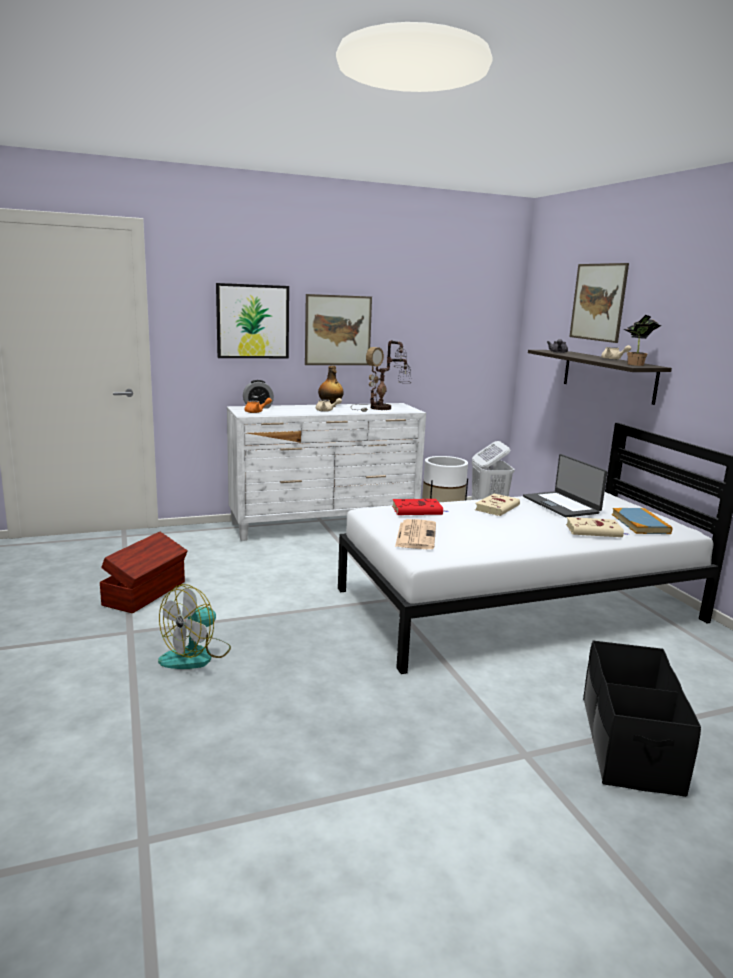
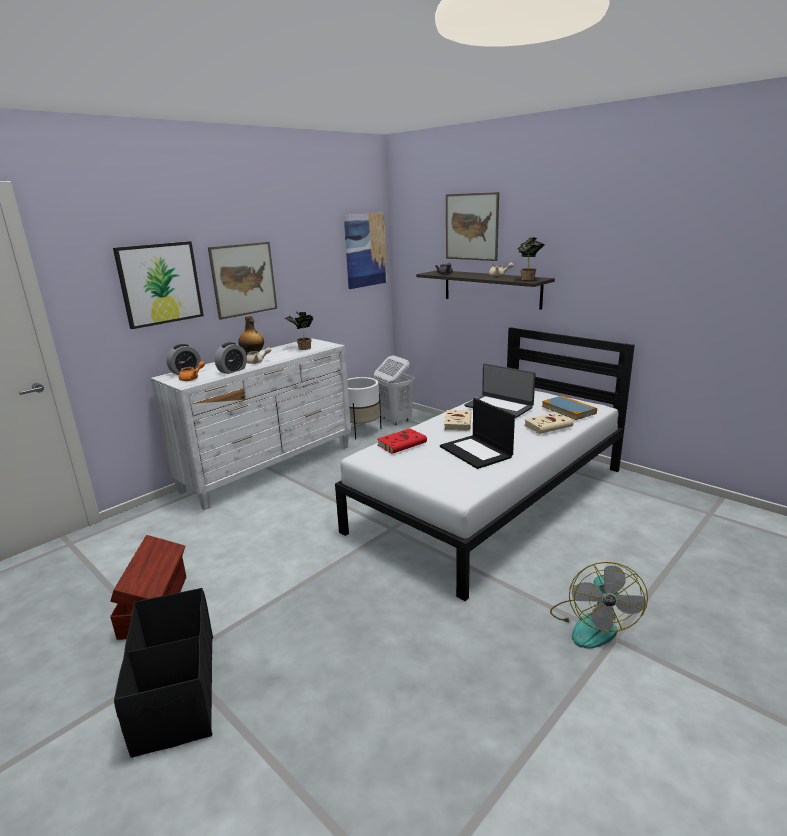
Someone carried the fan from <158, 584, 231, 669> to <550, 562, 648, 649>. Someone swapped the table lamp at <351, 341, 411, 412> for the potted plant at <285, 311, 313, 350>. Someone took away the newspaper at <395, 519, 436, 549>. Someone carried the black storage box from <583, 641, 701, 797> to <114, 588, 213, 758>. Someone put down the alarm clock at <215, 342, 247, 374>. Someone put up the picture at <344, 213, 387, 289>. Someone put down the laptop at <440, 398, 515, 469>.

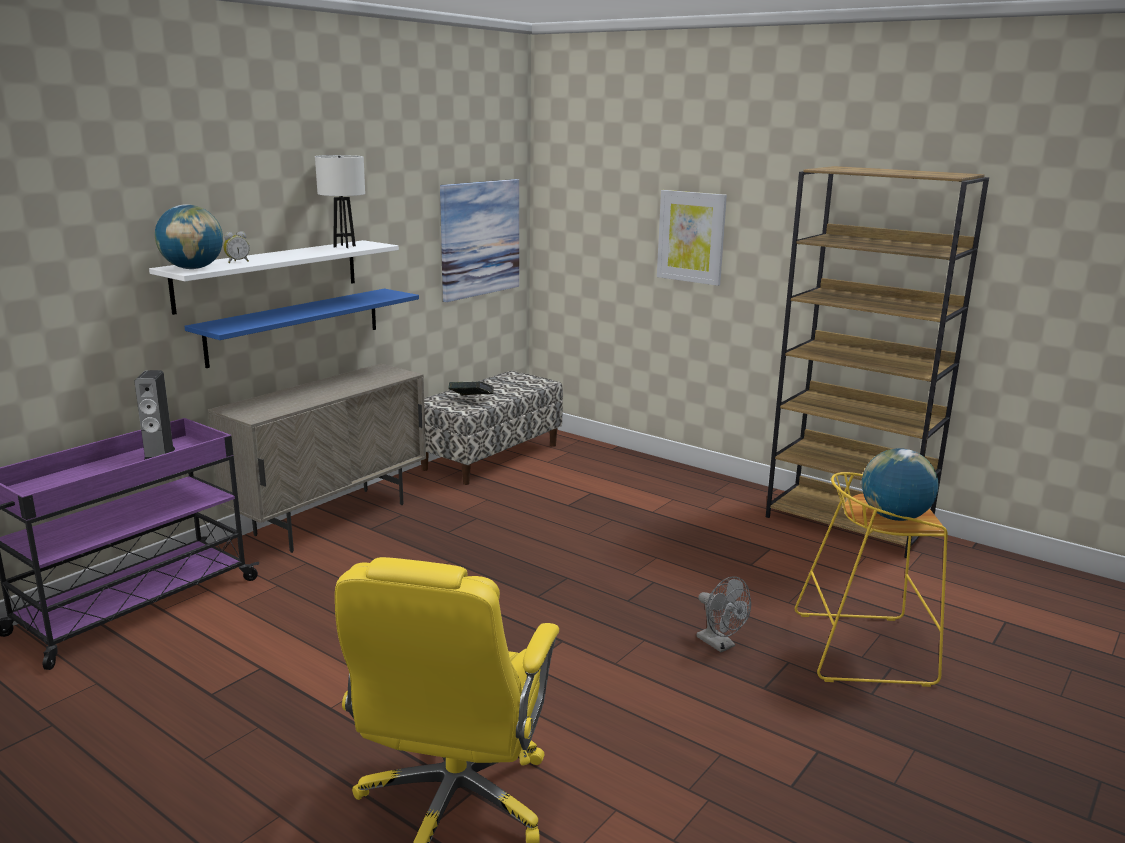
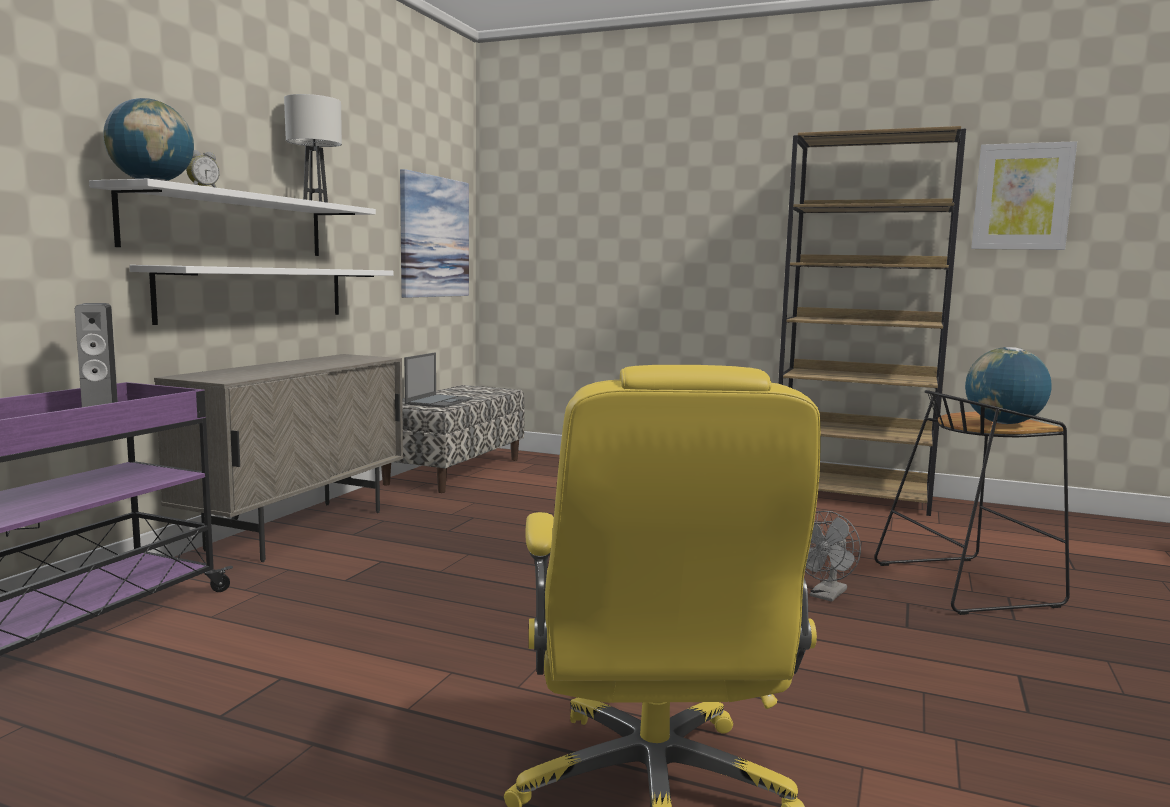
Someone repainted the blue shelf at <185, 288, 419, 368>, which became the white shelf at <129, 265, 394, 325>. Someone swapped the book at <448, 381, 494, 395> for the laptop at <404, 352, 473, 408>. Someone carried the picture from <657, 190, 727, 286> to <971, 141, 1077, 250>. Someone rotated the grey fan at <697, 577, 751, 652> by 90 degrees clockwise. Someone repainted the yellow stool at <795, 472, 948, 687>, which became the black stool at <874, 390, 1070, 615>.

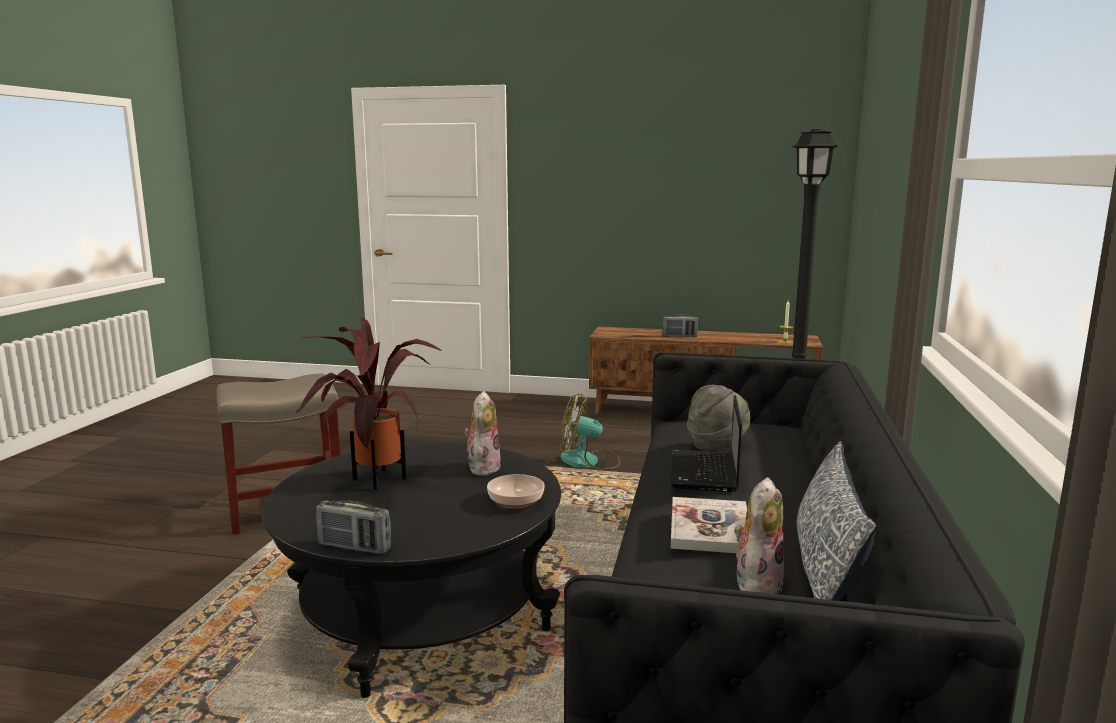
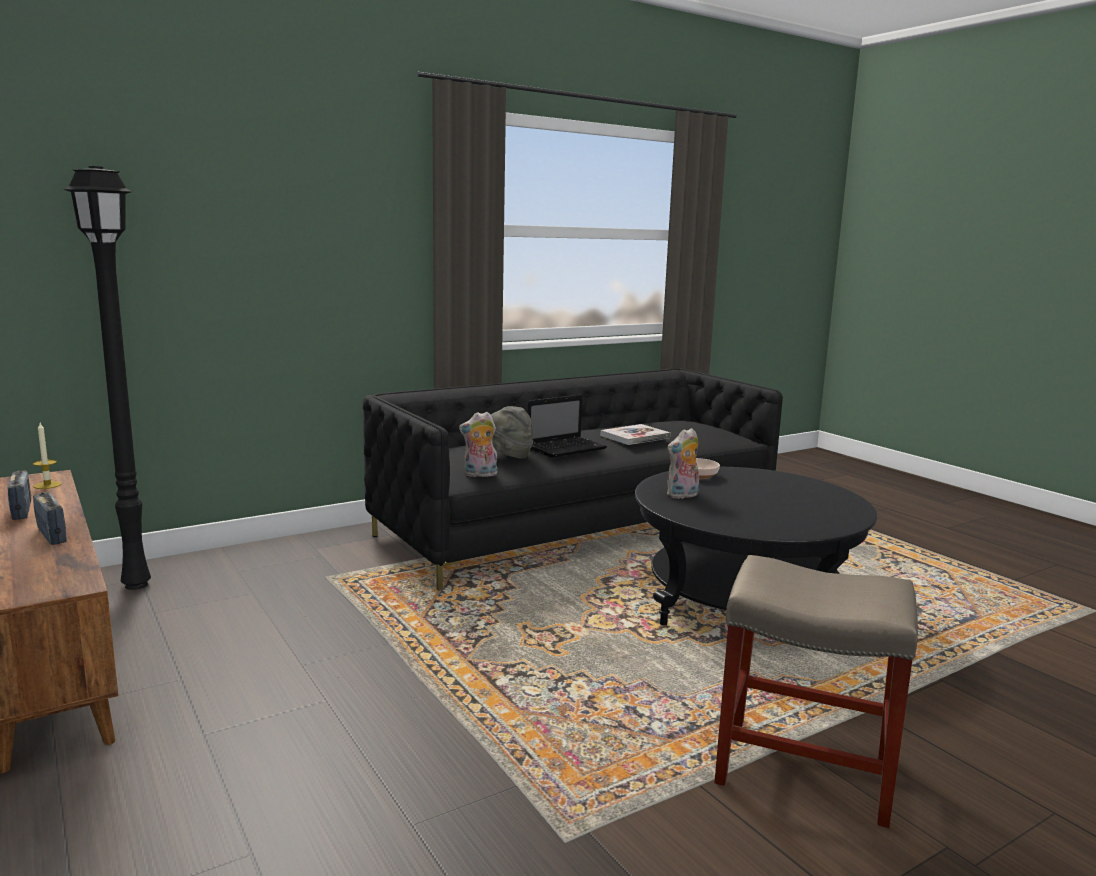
Someone took away the potted plant at <295, 317, 442, 490>. Someone carried the radio from <316, 500, 391, 554> to <8, 471, 31, 520>. Someone took away the fan at <558, 393, 620, 470>. Someone carried the plush toy from <734, 477, 784, 594> to <459, 412, 498, 477>. Someone took away the pillow at <797, 441, 877, 601>.

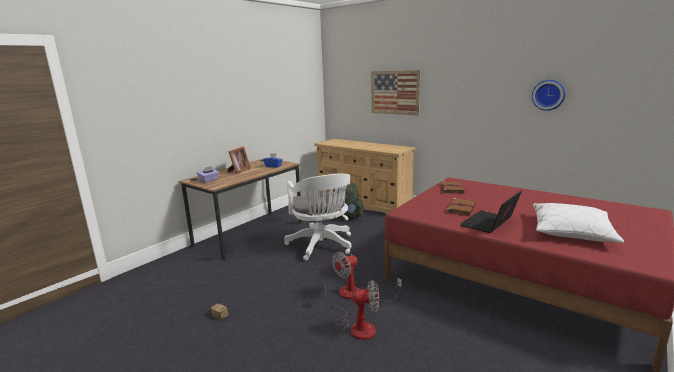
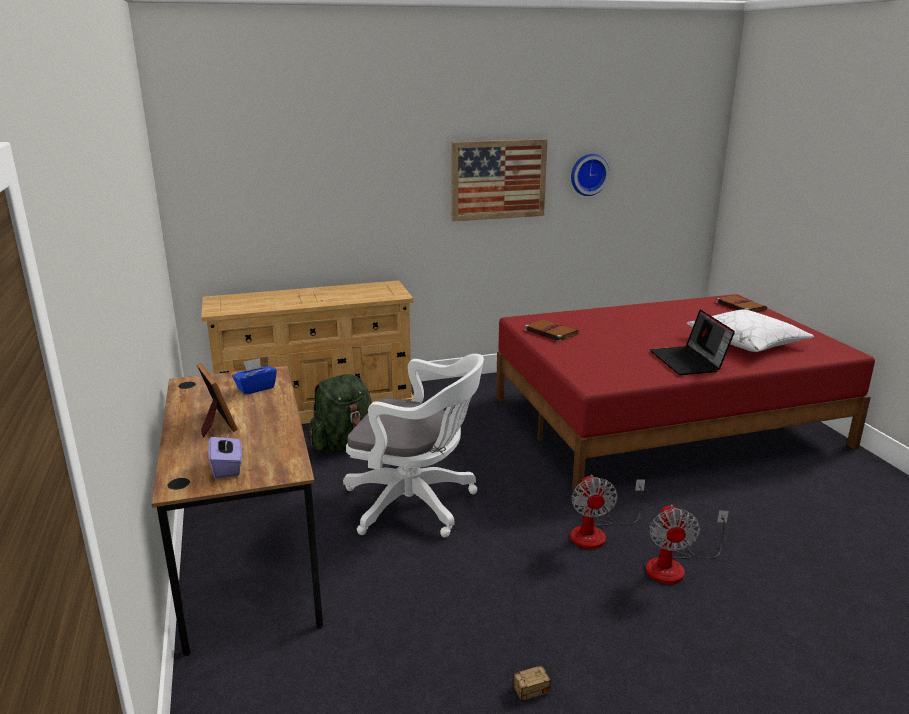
Someone rotated the fan at <325, 280, 379, 340> by 150 degrees clockwise. Someone carried the picture from <371, 70, 421, 115> to <451, 139, 548, 222>. Someone carried the brown book from <446, 198, 476, 215> to <716, 295, 767, 312>.

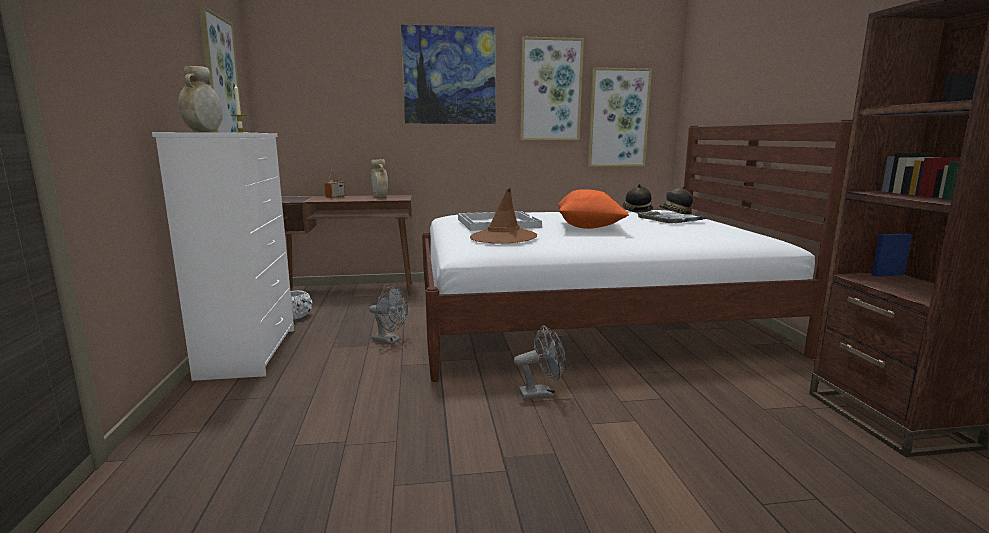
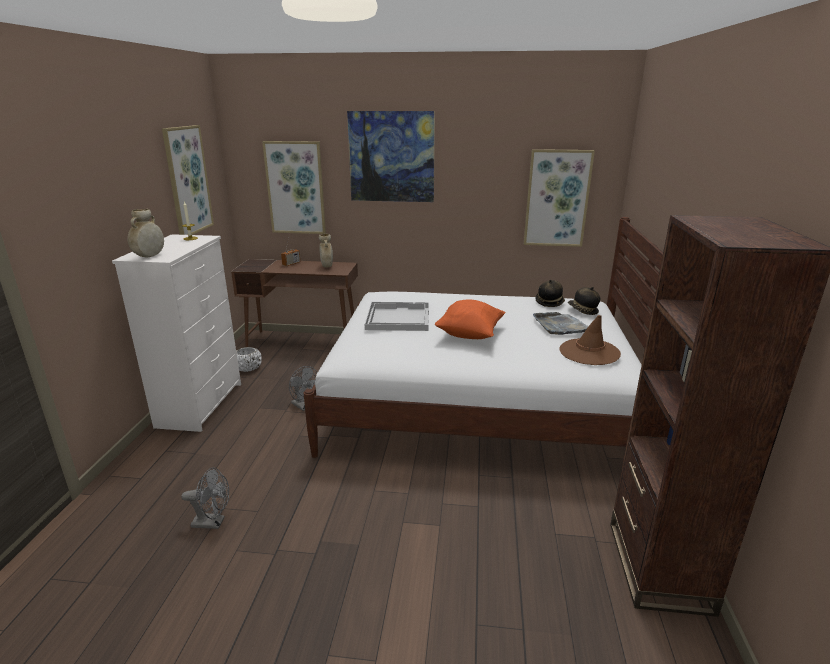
Someone carried the brown hat from <470, 188, 537, 244> to <559, 315, 621, 365>. Someone carried the grey fan from <514, 325, 566, 400> to <182, 468, 229, 529>. Someone carried the picture from <520, 37, 584, 140> to <262, 141, 326, 234>.

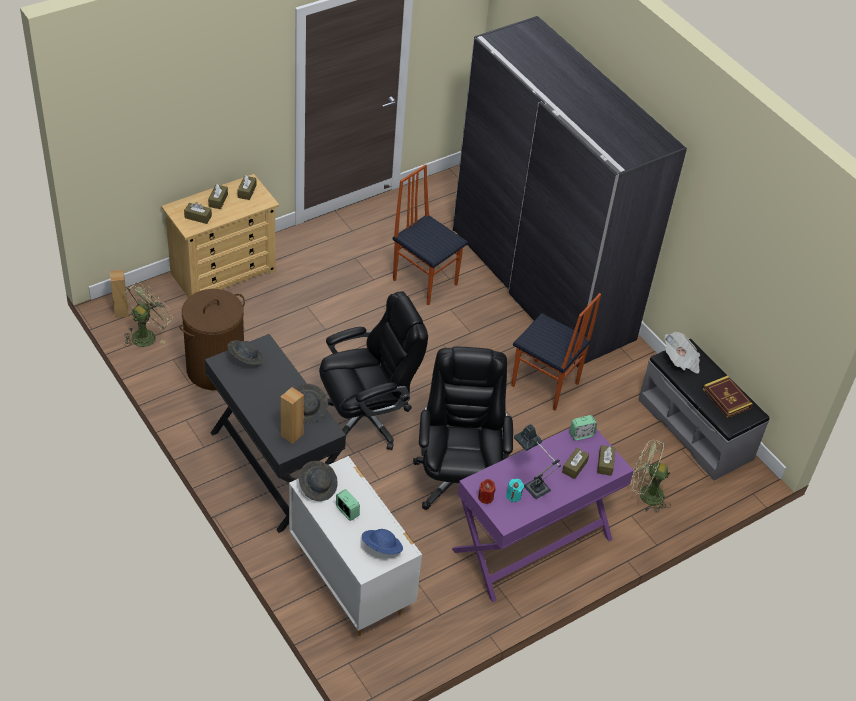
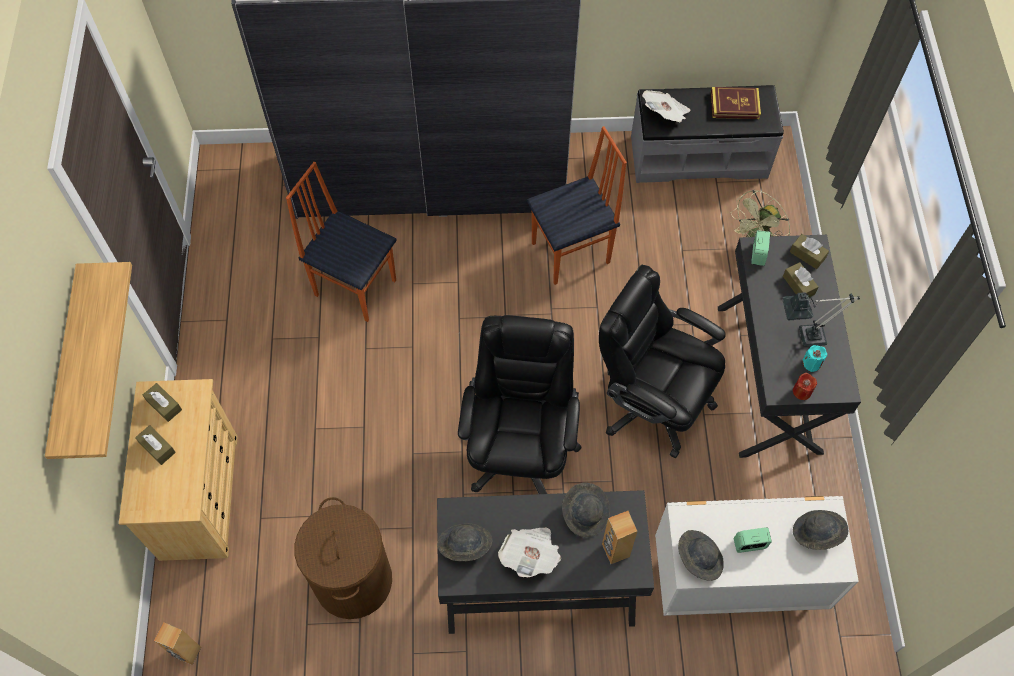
Someone took away the green fan at <124, 282, 173, 347>. Someone took away the brown tissue box at <184, 202, 212, 224>. Someone repainted the blue hat at <362, 529, 403, 554>, which became the grey hat at <793, 510, 848, 550>. Someone rotated the chair at <393, 164, 468, 306> by 45 degrees clockwise. Someone repainted the purple desk at <452, 428, 634, 602>, which became the black desk at <718, 235, 861, 458>. Someone put up the shelf at <45, 262, 132, 459>. Someone put down the newspaper at <498, 527, 561, 577>.

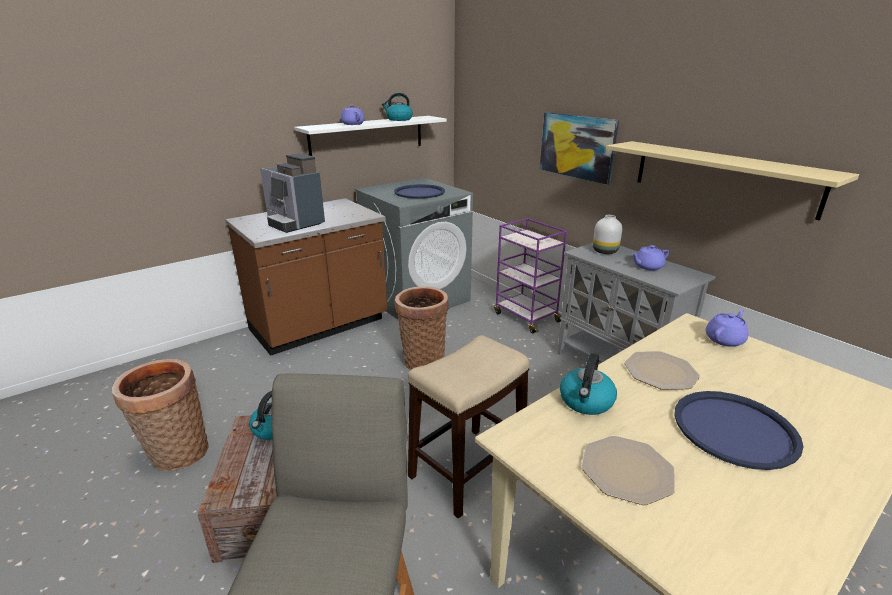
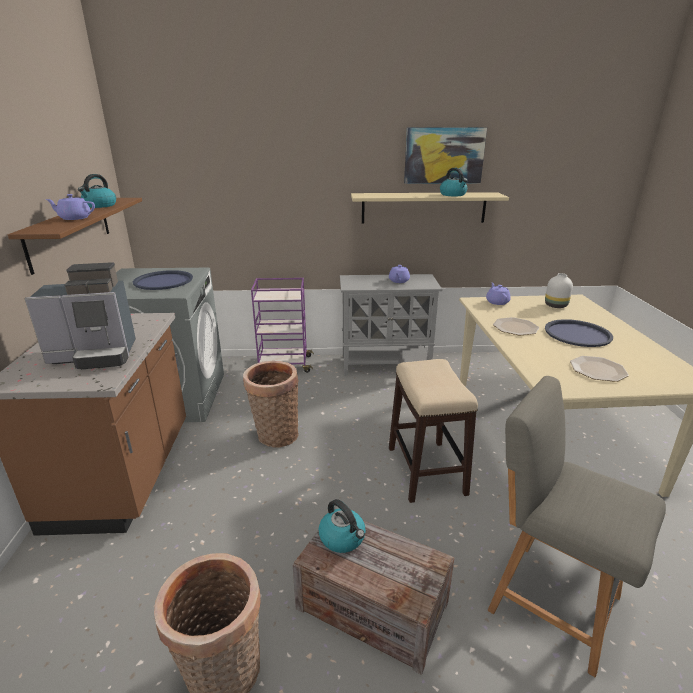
Someone repainted the white shelf at <294, 116, 447, 156>, which became the brown shelf at <8, 198, 142, 275>. Someone carried the picture from <540, 112, 619, 185> to <404, 127, 487, 184>. Someone carried the kettle from <560, 353, 617, 415> to <440, 168, 468, 196>. Someone carried the white vase from <593, 215, 622, 254> to <545, 273, 573, 308>.

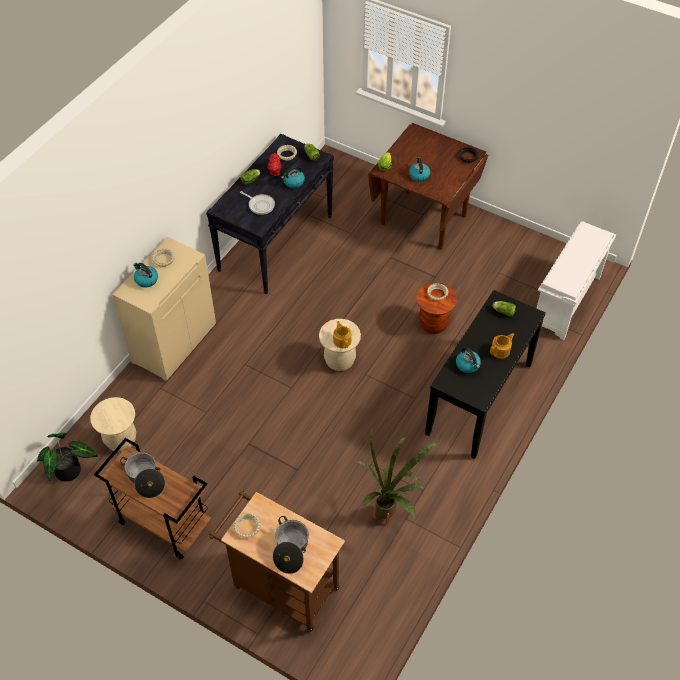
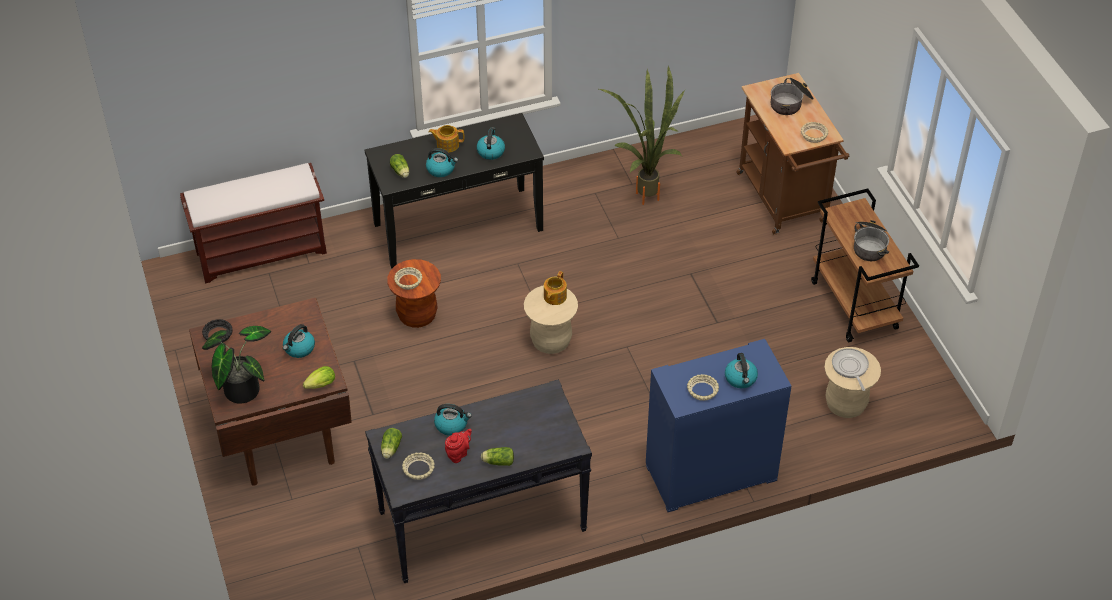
Someone carried the potted plant from <37, 433, 98, 482> to <202, 326, 271, 404>. Someone repainted the beige cabinet at <112, 237, 216, 381>, which became the blue cabinet at <646, 339, 791, 512>. Someone carried the frying pan from <240, 191, 275, 215> to <832, 348, 869, 391>. Someone repainted the white bench at <537, 221, 616, 340>, which became the brown bench at <180, 163, 327, 283>. Someone put down the kettle at <426, 148, 458, 177>.

